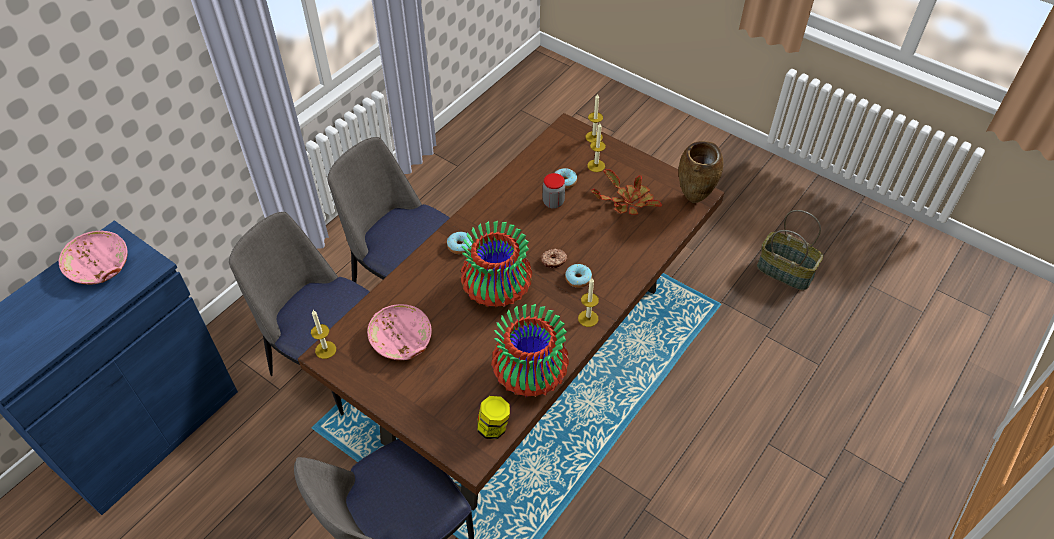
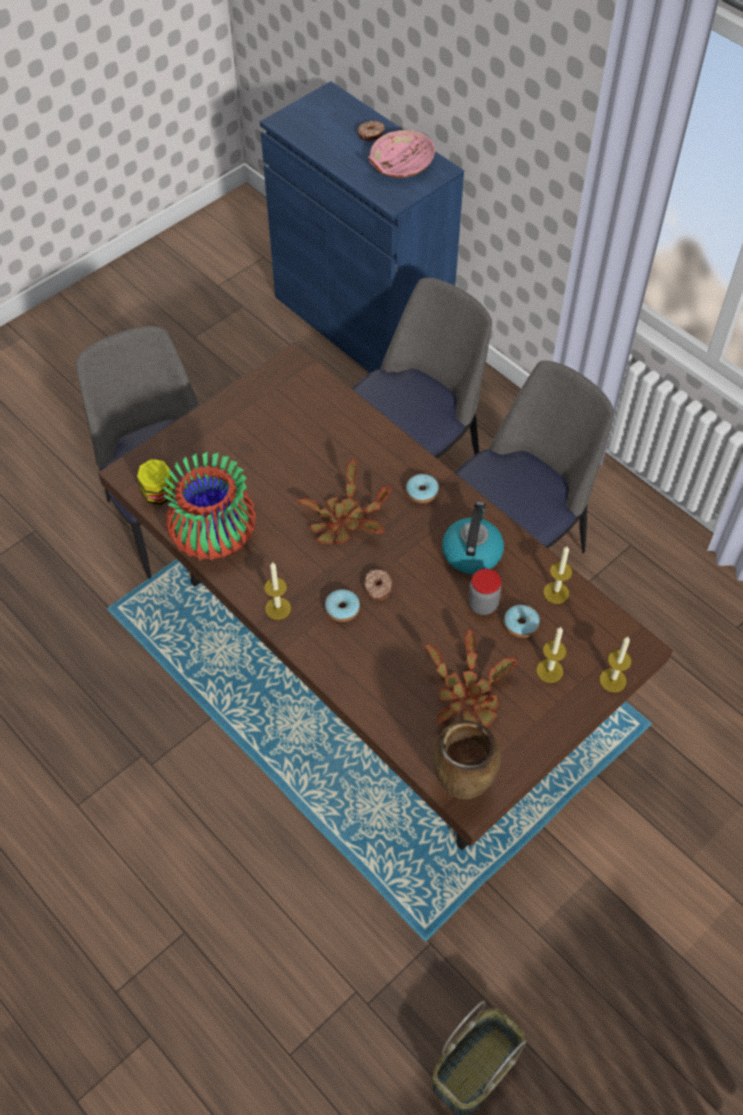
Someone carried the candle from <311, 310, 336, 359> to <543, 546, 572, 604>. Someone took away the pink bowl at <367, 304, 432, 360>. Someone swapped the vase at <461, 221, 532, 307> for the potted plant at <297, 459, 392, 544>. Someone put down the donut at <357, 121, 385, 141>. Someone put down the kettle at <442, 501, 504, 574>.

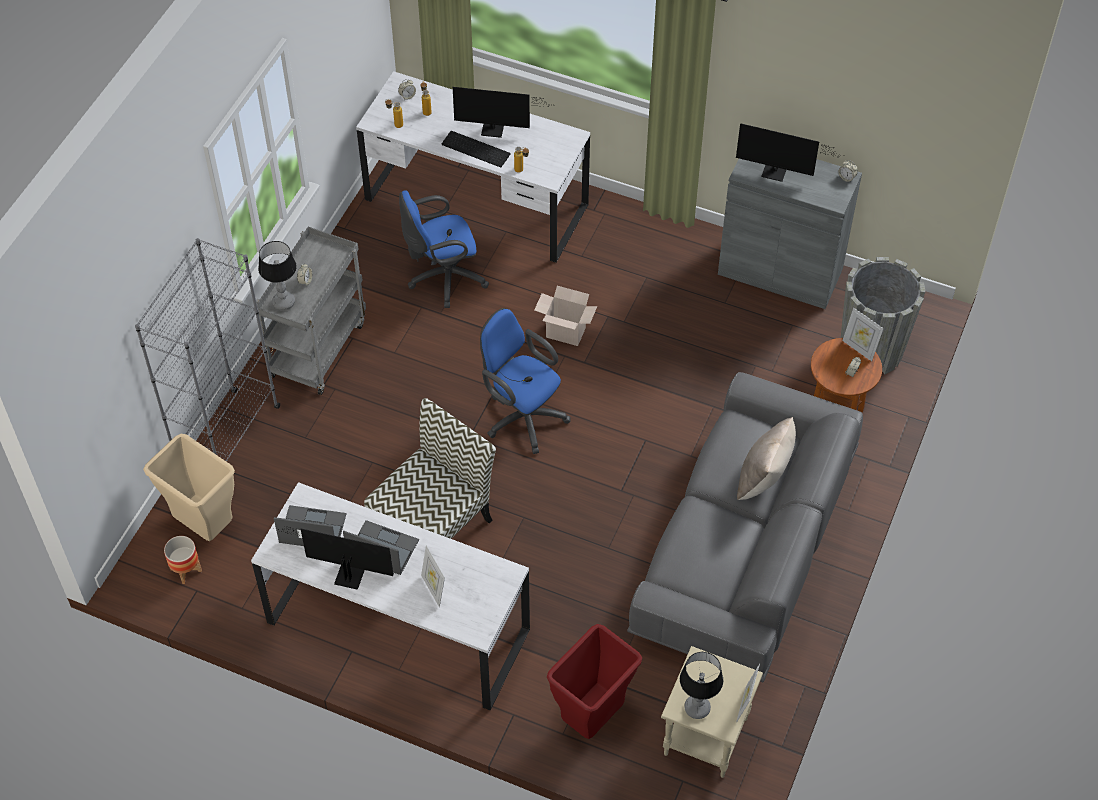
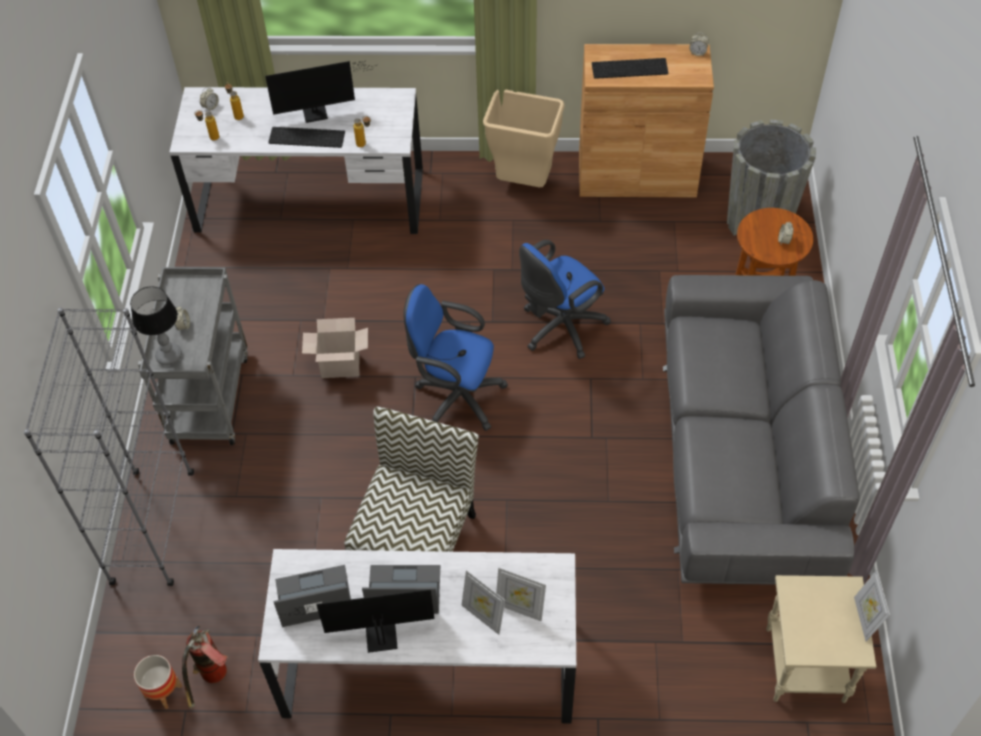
Someone carried the beige trash can from <143, 434, 235, 541> to <483, 90, 565, 188>. Someone carried the blue office chair from <399, 190, 489, 308> to <519, 240, 611, 359>. Someone carried the cardboard box from <534, 286, 597, 346> to <302, 318, 368, 378>. Someone took away the red trash can at <547, 624, 642, 739>. Someone took away the table lamp at <680, 652, 723, 719>. Someone repainted the grey cabinet at <718, 159, 862, 309>, which became the brown cabinet at <579, 44, 714, 197>. Someone swapped the monitor at <736, 123, 839, 182> for the keyboard at <592, 58, 668, 79>. Someone took away the beige pillow at <737, 417, 796, 500>. Someone carried the picture frame from <842, 308, 884, 361> to <496, 567, 546, 621>. Someone put down the fire extinguisher at <182, 626, 227, 709>.

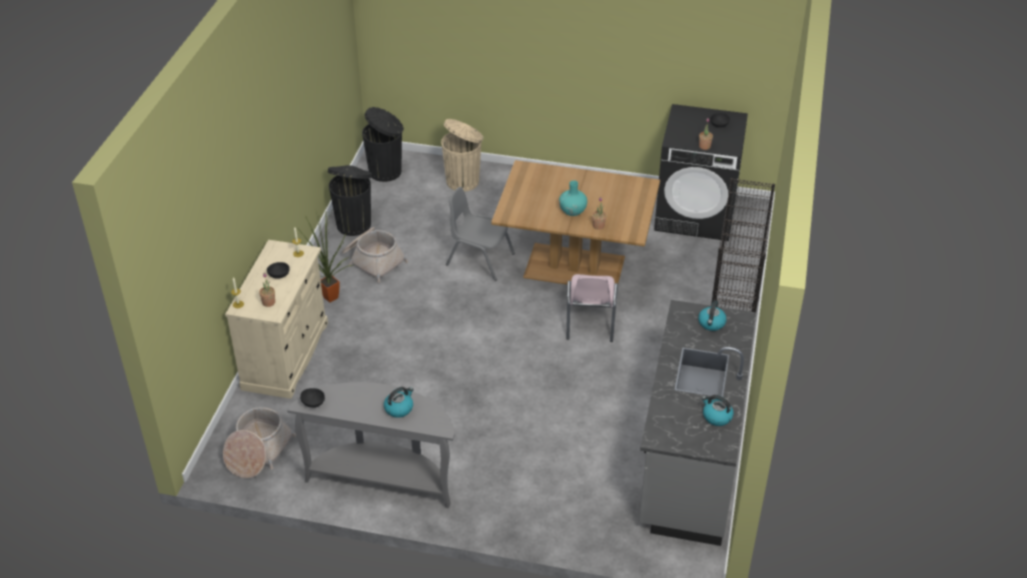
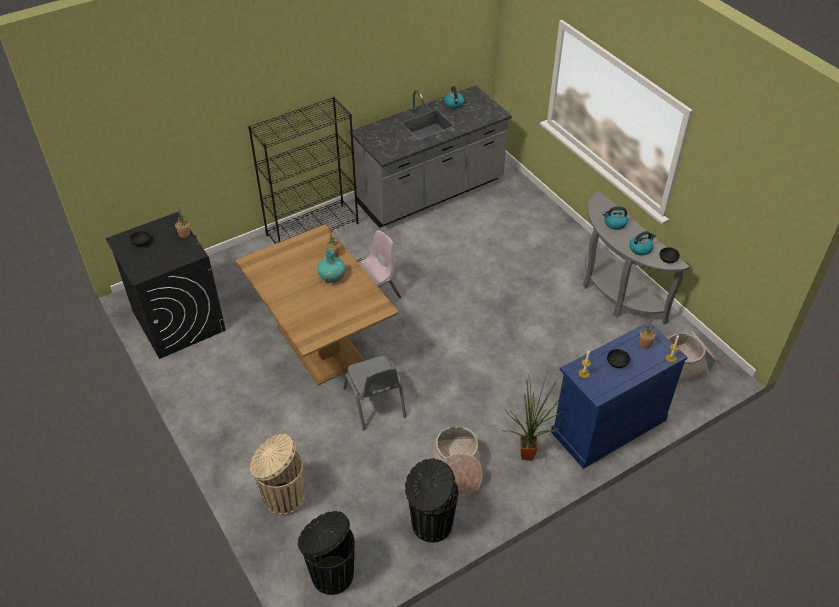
Someone repainted the beige cabinet at <225, 240, 328, 399>, which became the blue cabinet at <551, 322, 688, 469>. Someone carried the kettle from <698, 300, 727, 331> to <629, 231, 656, 256>.

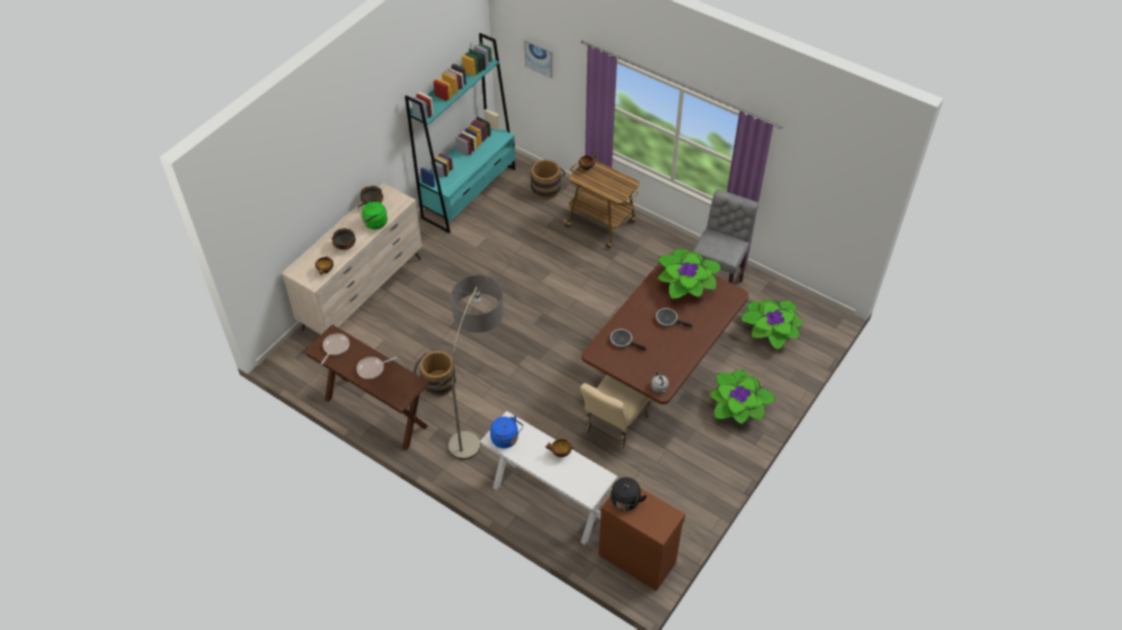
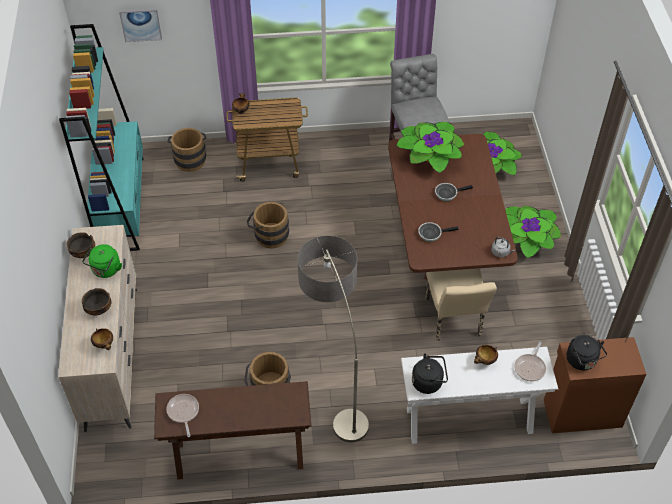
Someone carried the frying pan from <356, 357, 397, 379> to <514, 342, 546, 381>. Someone repainted the blue kettle at <490, 415, 523, 448>, which became the black kettle at <412, 353, 448, 394>. Someone put down the brown bucket at <247, 202, 289, 249>.

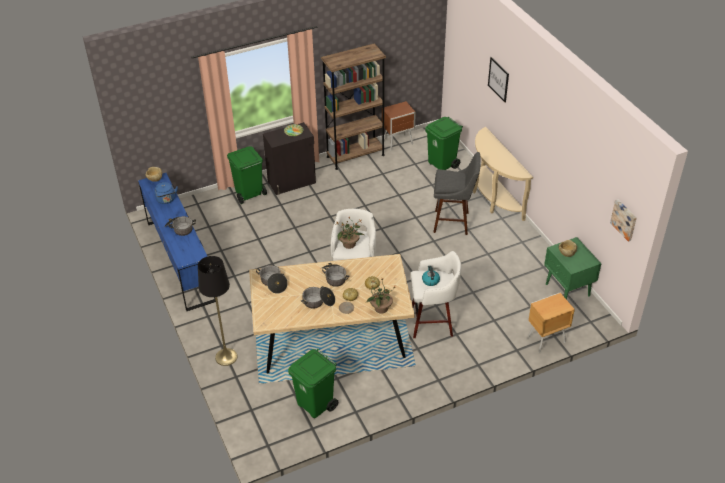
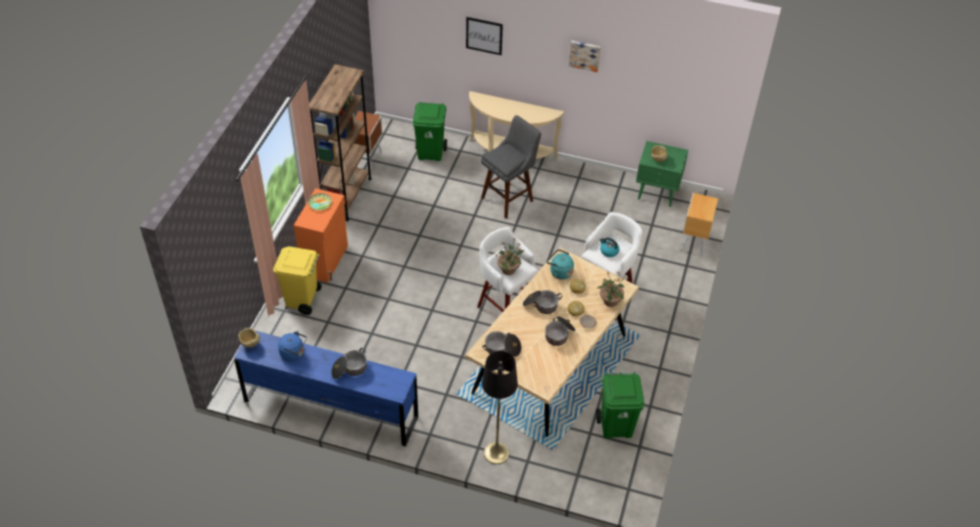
Someone repainted the green trash can at <227, 146, 267, 204>, which became the yellow trash can at <273, 247, 322, 315>. Someone repainted the black cabinet at <263, 122, 316, 195>, which became the orange cabinet at <294, 188, 348, 283>. Someone carried the picture from <610, 199, 637, 242> to <569, 41, 601, 72>. Someone put down the turquoise kettle at <547, 249, 574, 280>.

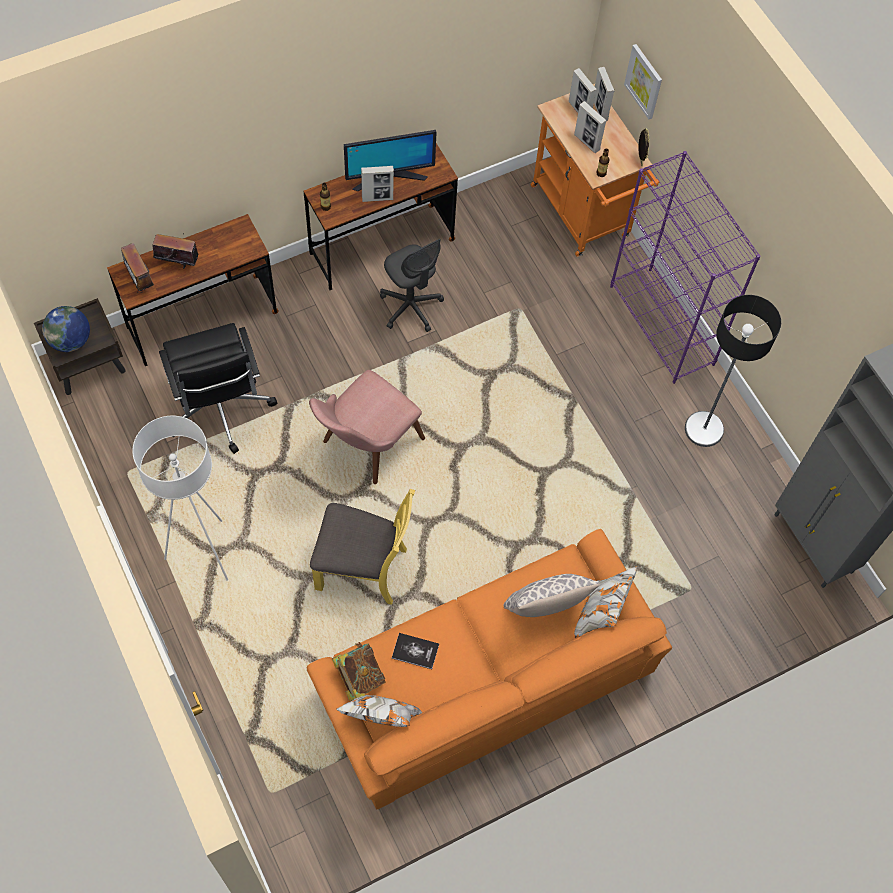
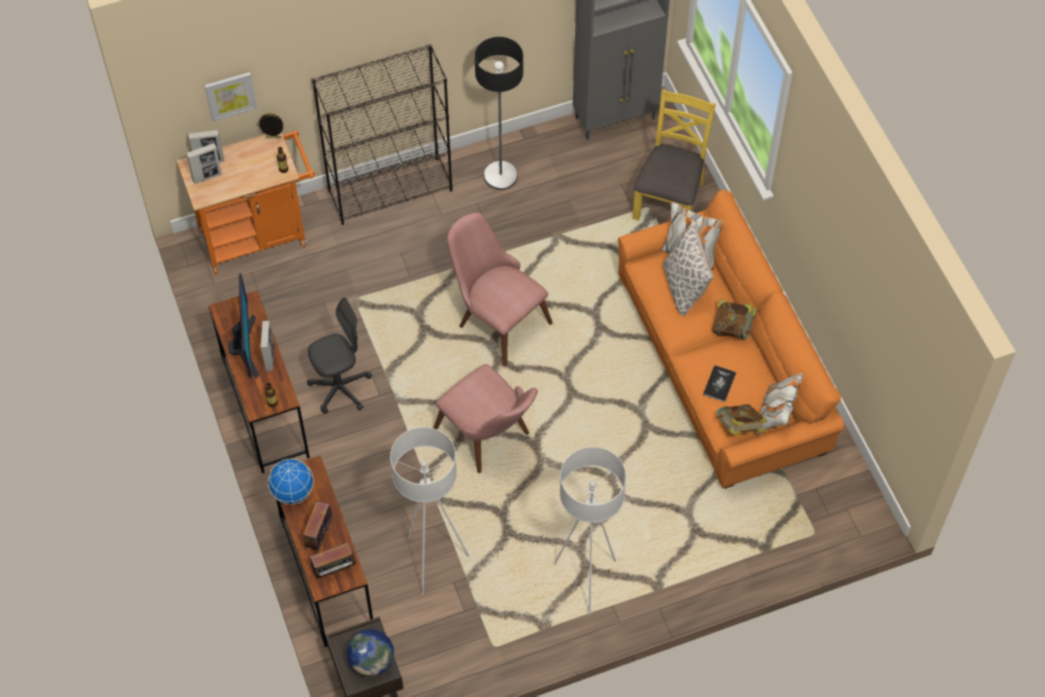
Someone swapped the black office chair at <159, 323, 277, 454> for the white floor lamp at <390, 427, 469, 595>. Someone carried the yellow chair from <310, 489, 415, 605> to <633, 89, 716, 221>. Someone took away the picture frame at <574, 101, 607, 153>. Someone repainted the purple bookcase at <610, 151, 761, 384>, which became the black bookcase at <312, 44, 453, 225>. Someone put down the globe at <268, 459, 314, 505>. Someone put down the pink chair at <447, 212, 553, 366>. Someone put down the book at <712, 299, 757, 339>.

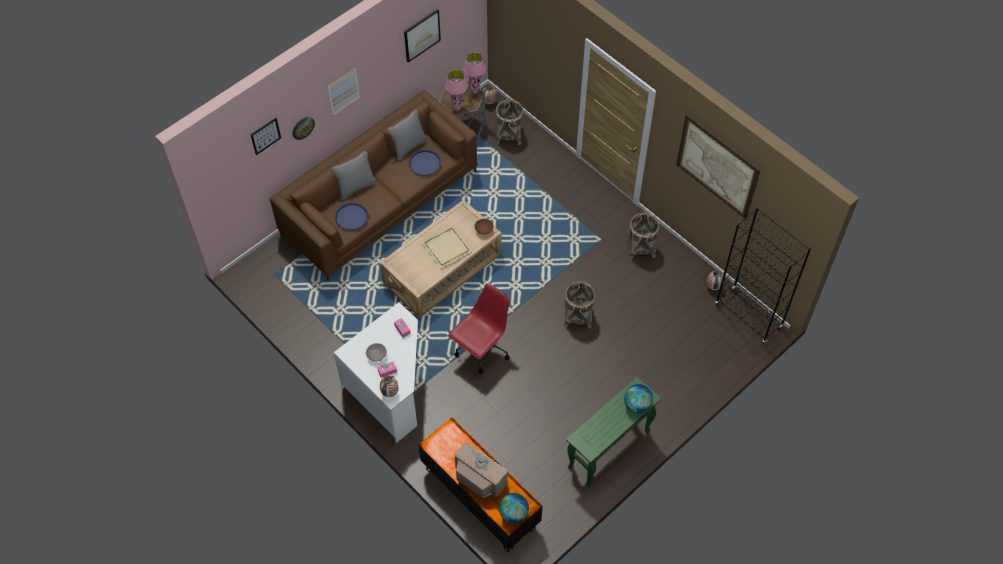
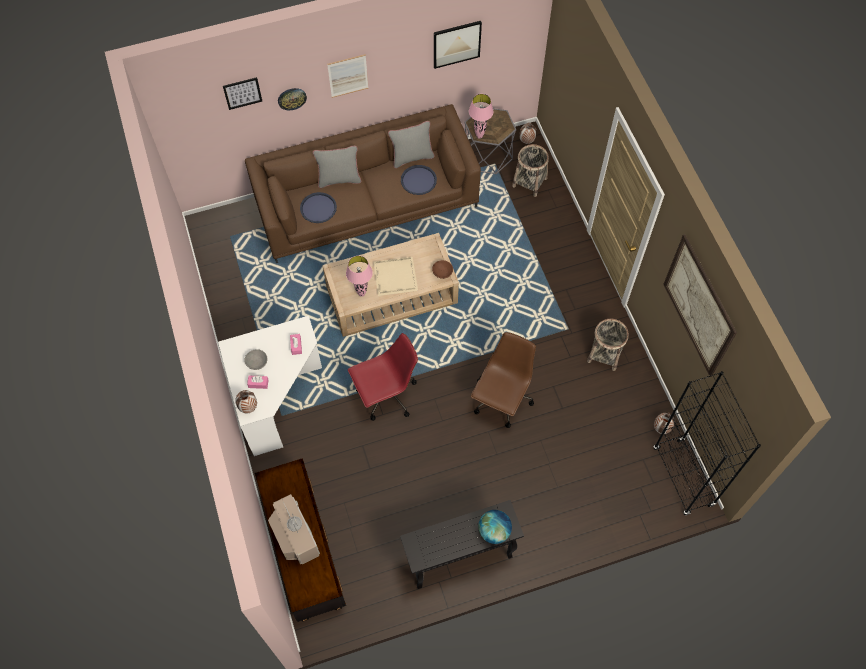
Someone carried the pink table lamp from <464, 52, 486, 93> to <346, 256, 373, 297>. Someone took away the globe at <499, 493, 529, 523>. Someone swapped the basket at <564, 281, 596, 328> for the brown office chair at <471, 332, 536, 428>. Someone repainted the green console table at <566, 377, 662, 487>, which became the black console table at <400, 500, 524, 589>.

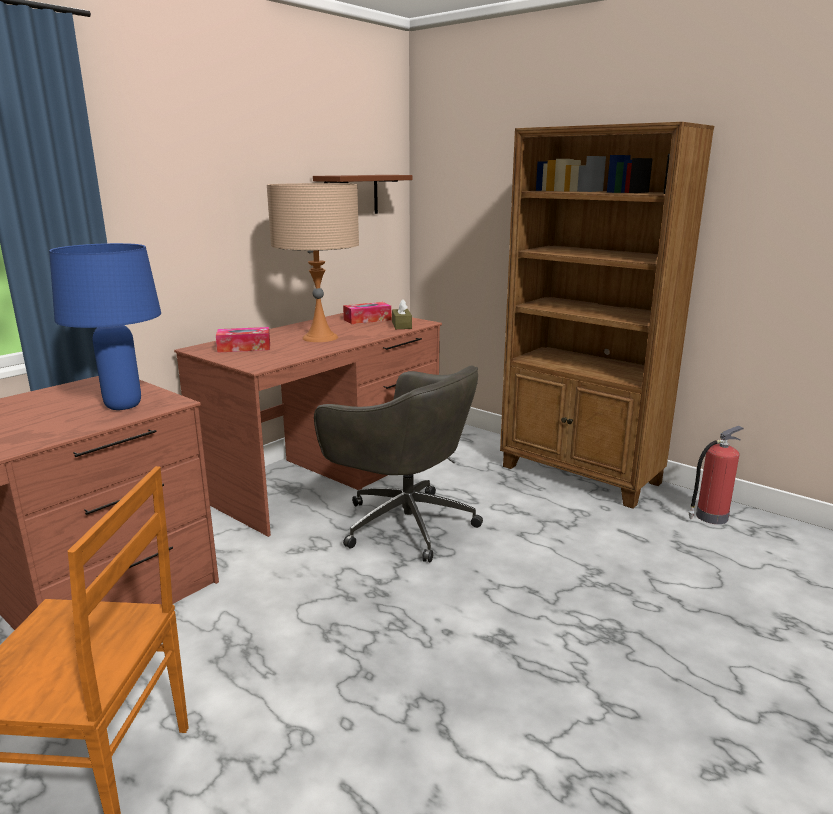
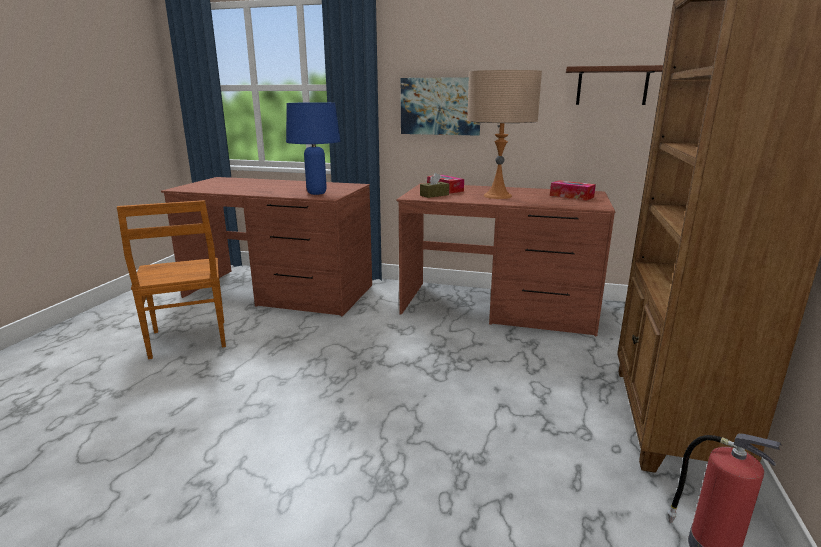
Someone took away the grey office chair at <314, 365, 483, 563>. Someone carried the brown tissue box from <392, 300, 412, 329> to <420, 173, 449, 198>. Someone put up the picture at <401, 77, 480, 136>.

